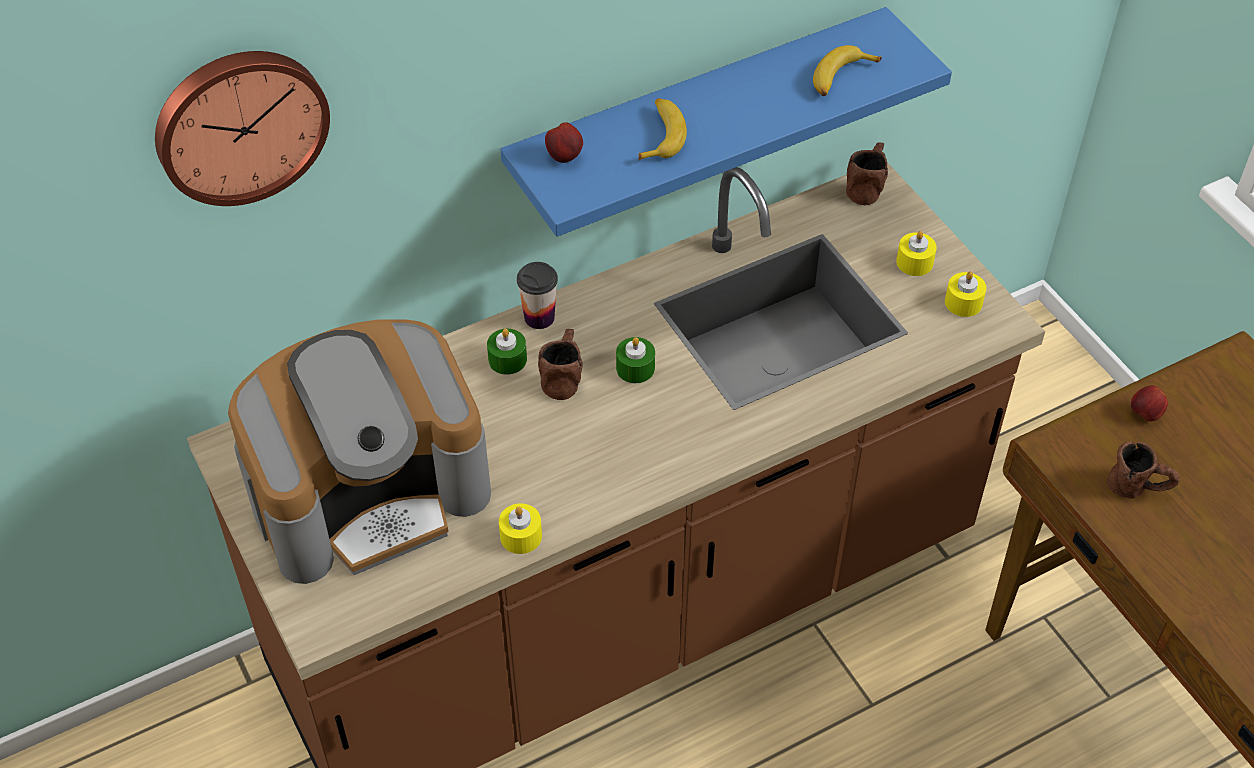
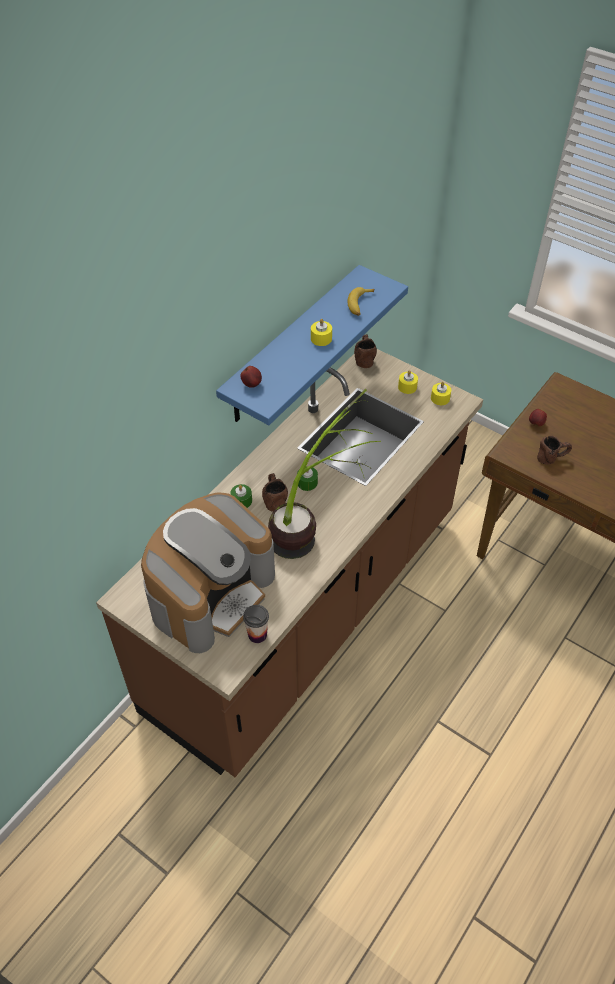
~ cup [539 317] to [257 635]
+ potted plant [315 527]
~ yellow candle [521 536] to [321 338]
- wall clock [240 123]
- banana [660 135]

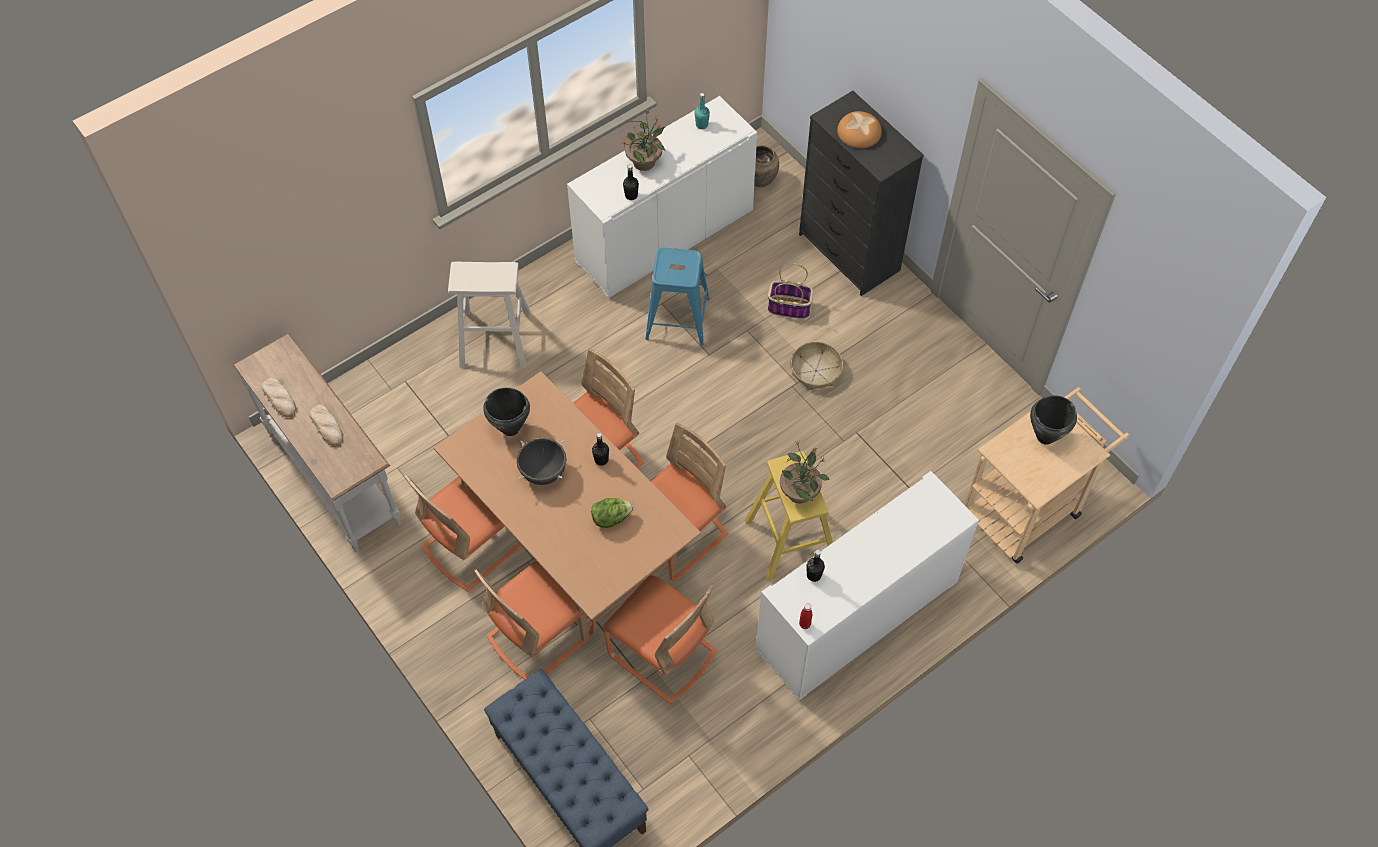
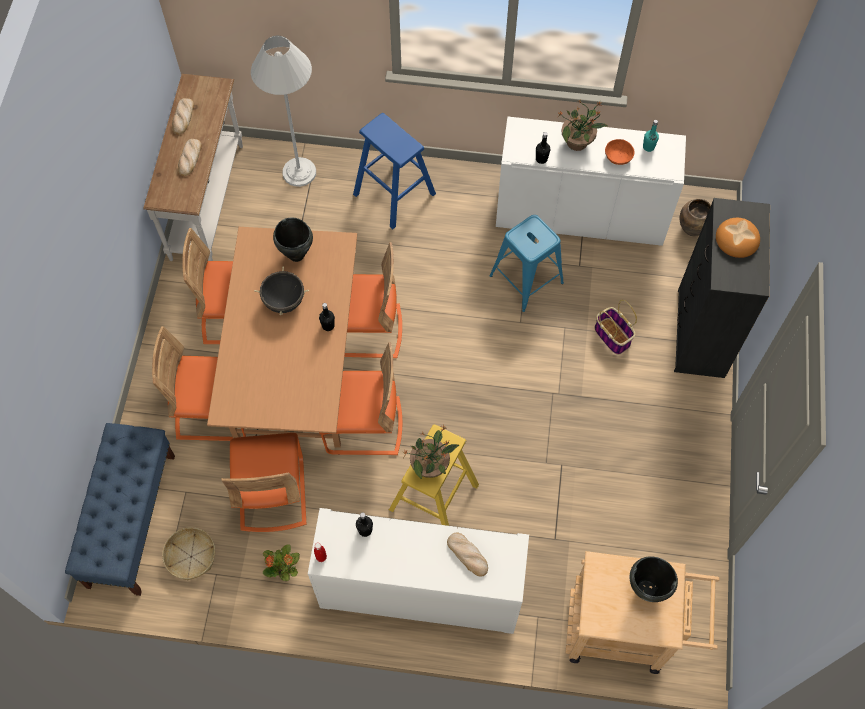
~ basket [815 370] to [191 556]
+ white floor lamp [299 172]
+ potted plant [284 570]
~ beige stool [495 339] to blue stool [394 194]
+ bread [468 555]
+ orange bowl [618 157]
- lettuce [611 518]

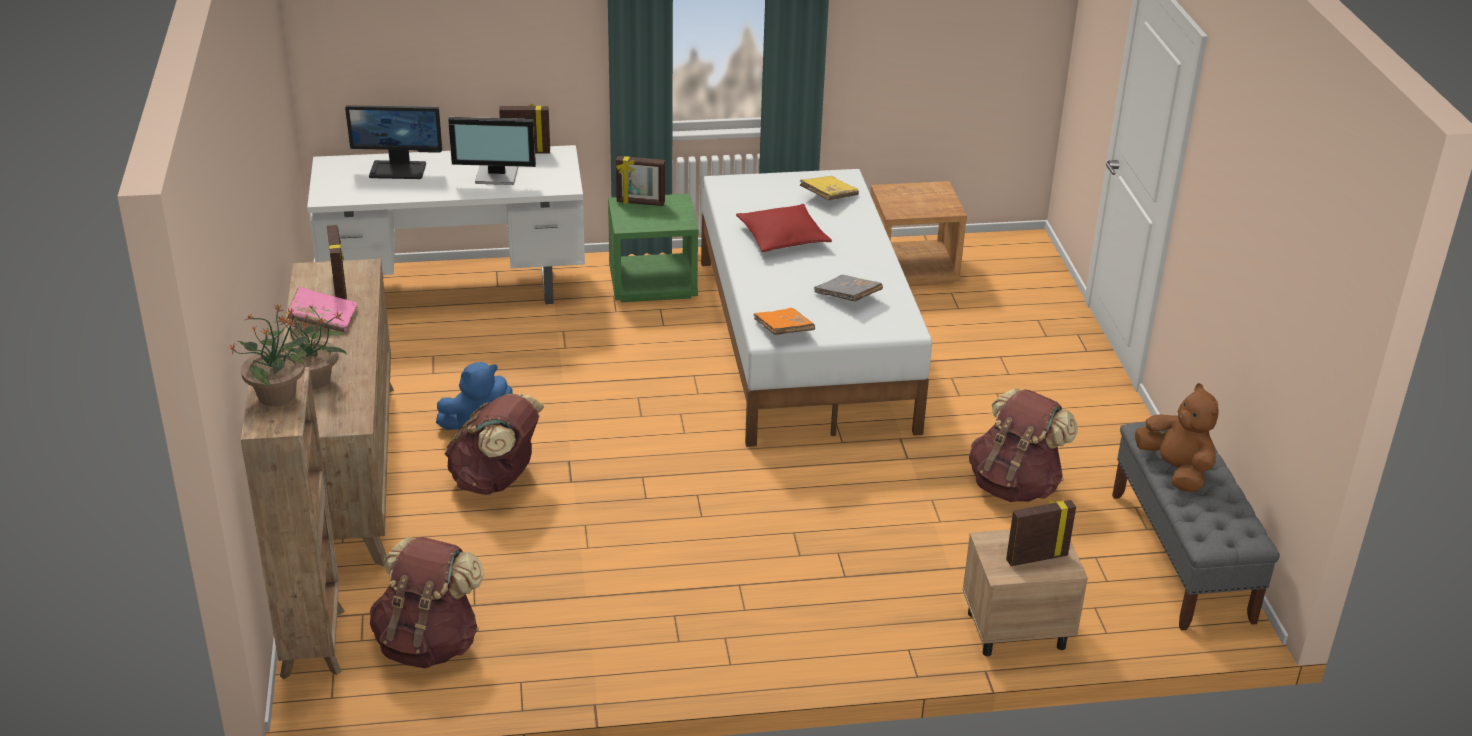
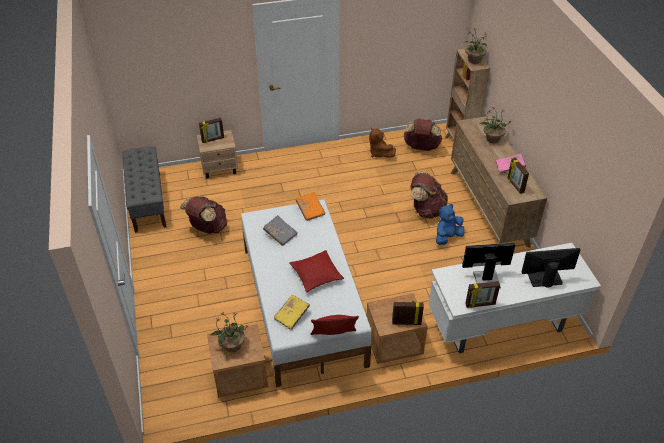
+ potted plant [232 345]
+ red pillow [334 337]
~ green nightstand [653 284] to brown nightstand [393 344]
~ brown plush toy [1175 470] to [379 153]

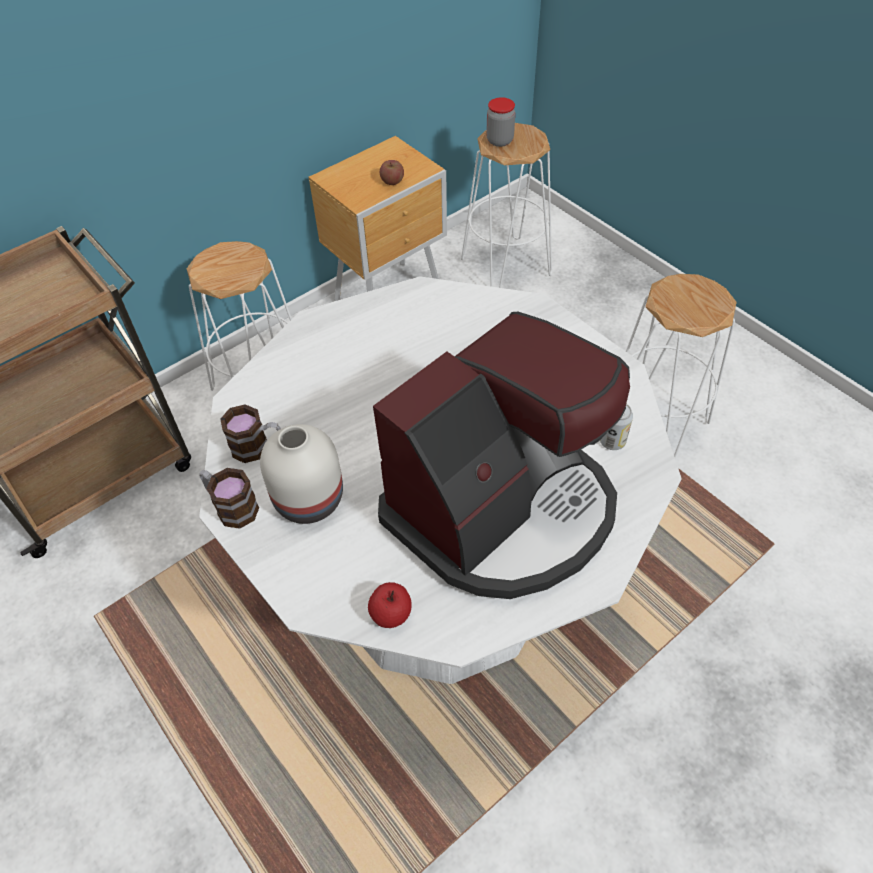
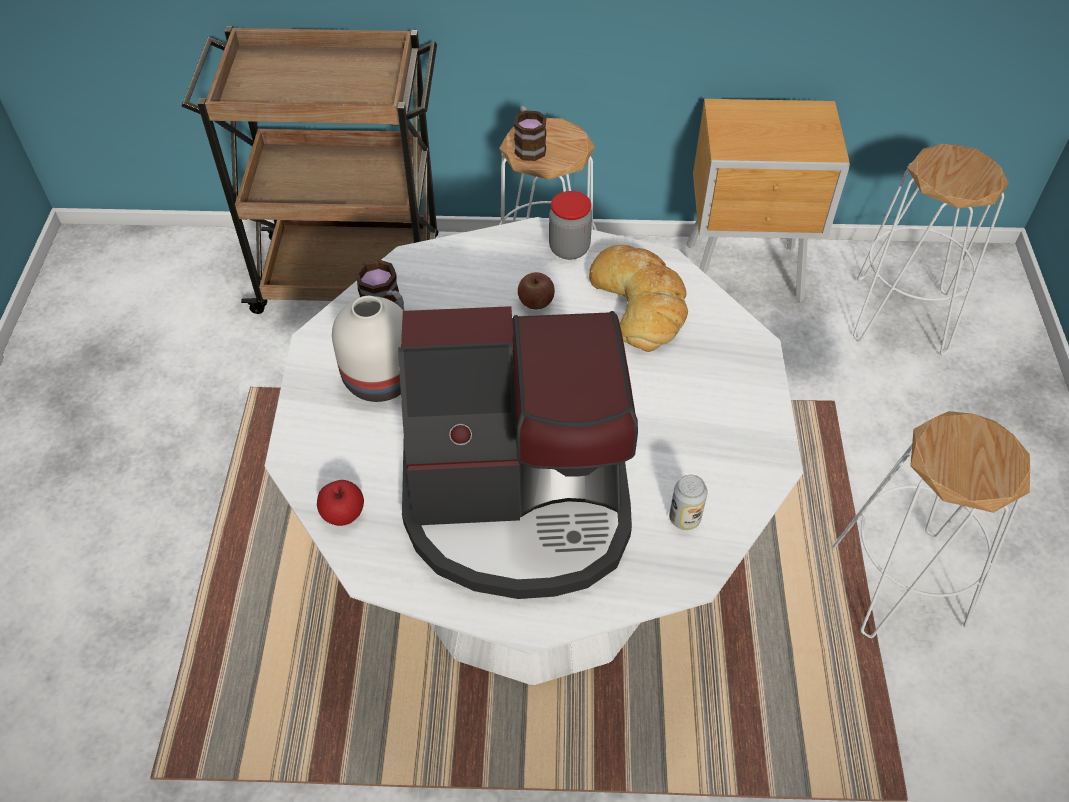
~ mug [231 506] to [528 146]
~ apple [392 181] to [536 302]
~ jar [499 141] to [569 249]
+ bread [640 302]

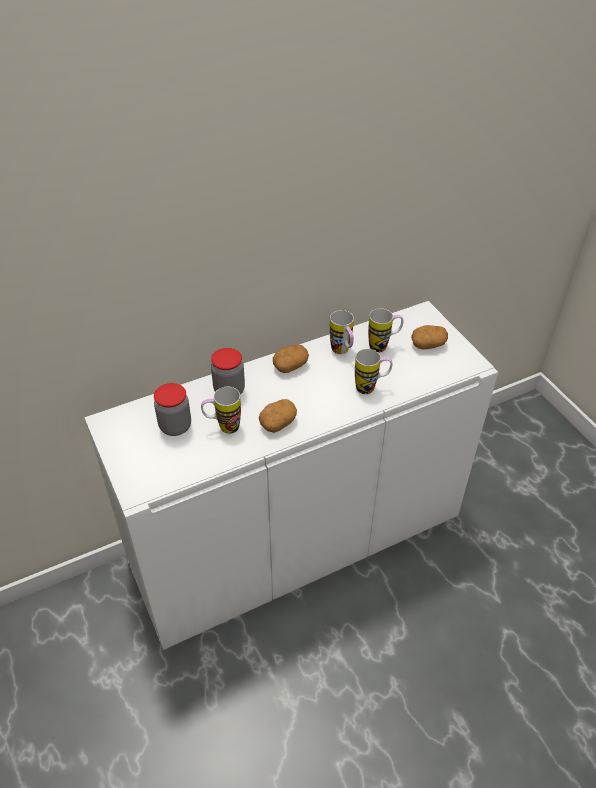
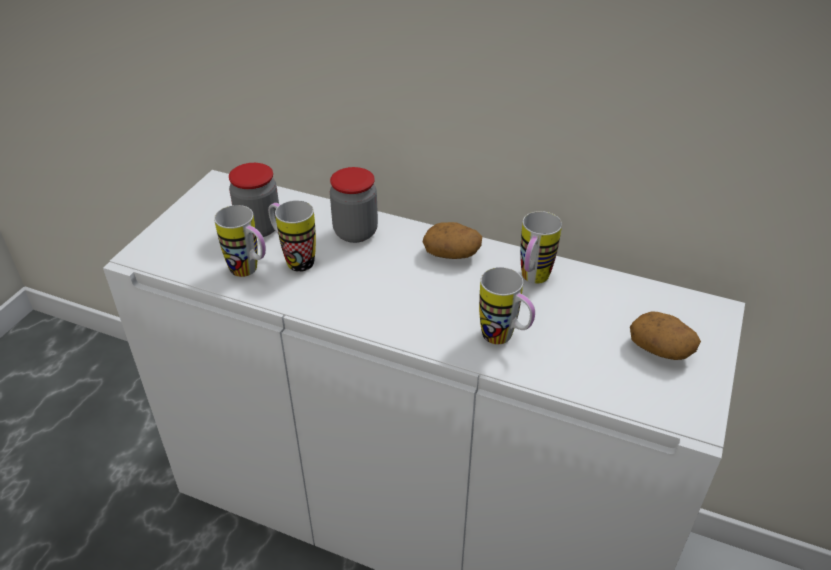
~ mug [383 346] to [250 272]
- potato [278 422]

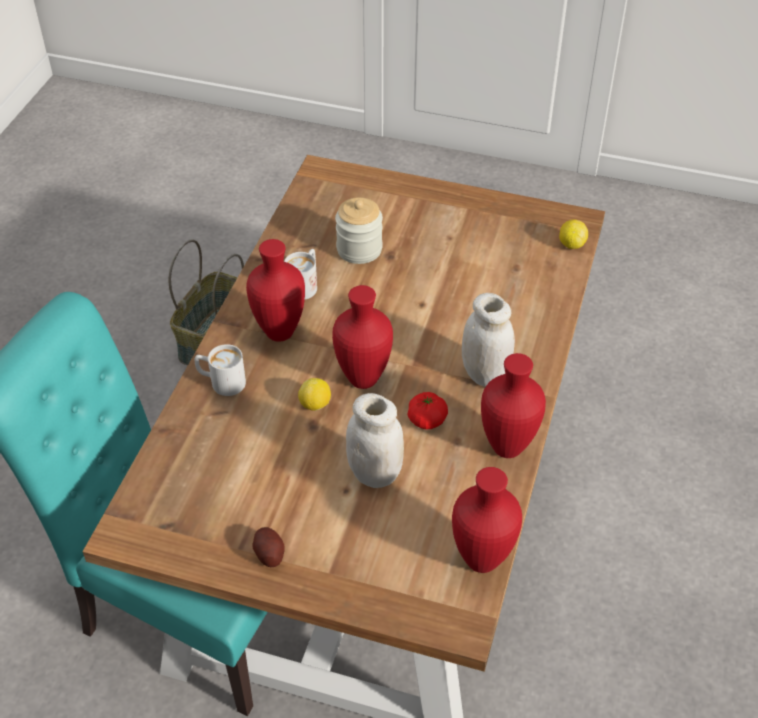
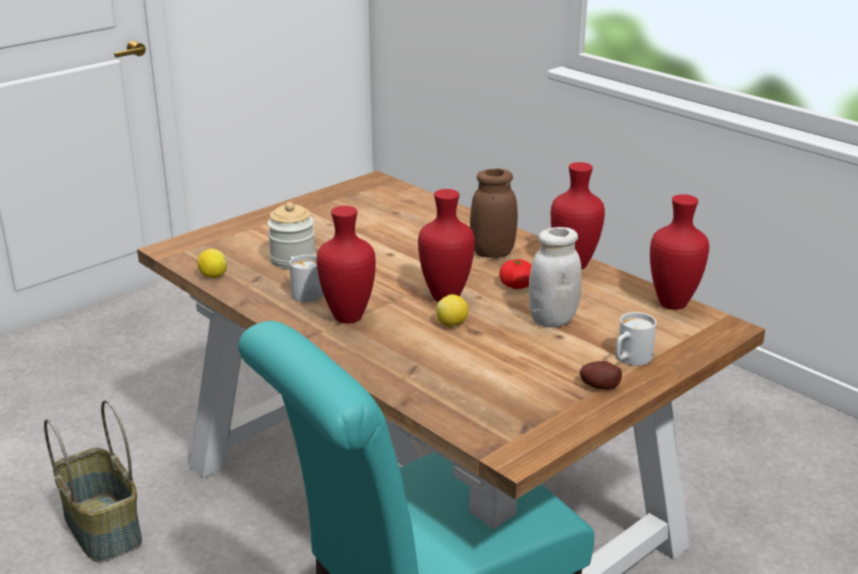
~ lemon [571 244] to [213 276]
~ white jar [484 374] to brown jar [492 253]
~ white mug [221 382] to [629 360]

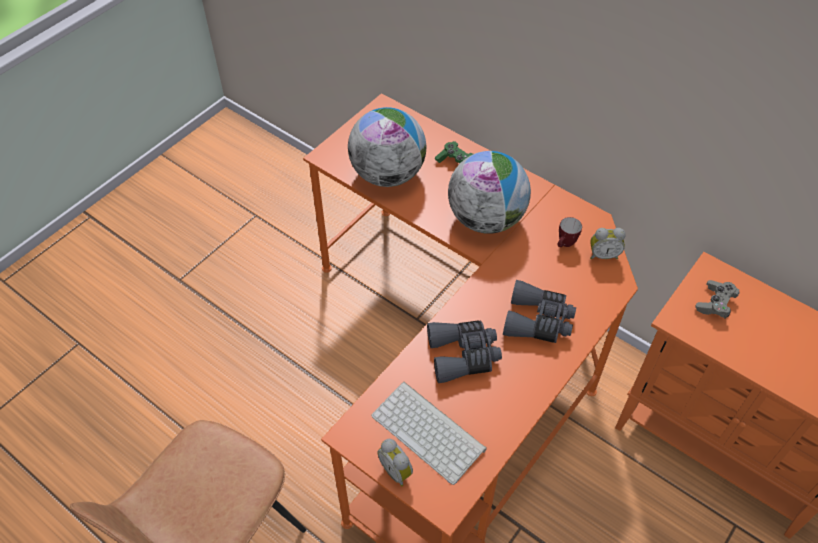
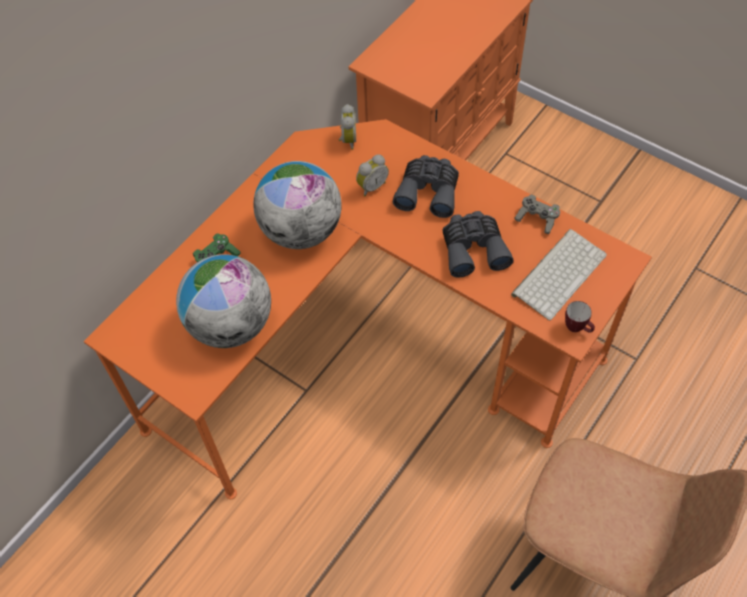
~ alarm clock [397 470] to [371 186]
~ grey game controller [715 303] to [537 219]
~ mug [565 245] to [577 328]

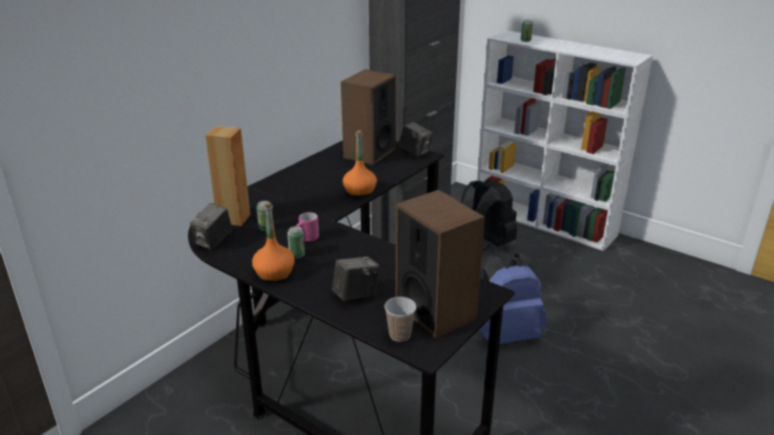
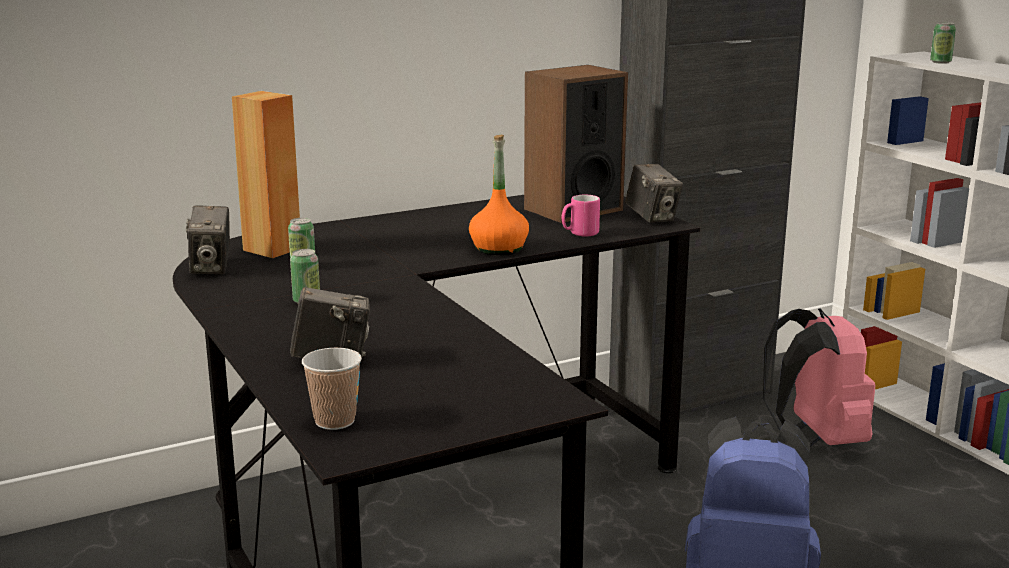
~ photo camera [213 242] = [211 268] 60 degrees counterclockwise
~ pink mug [306 239] to [579 234]
~ black backpack [486 243] to pink backpack [815 440]
- orange bottle [274 273]
- speaker [435 311]

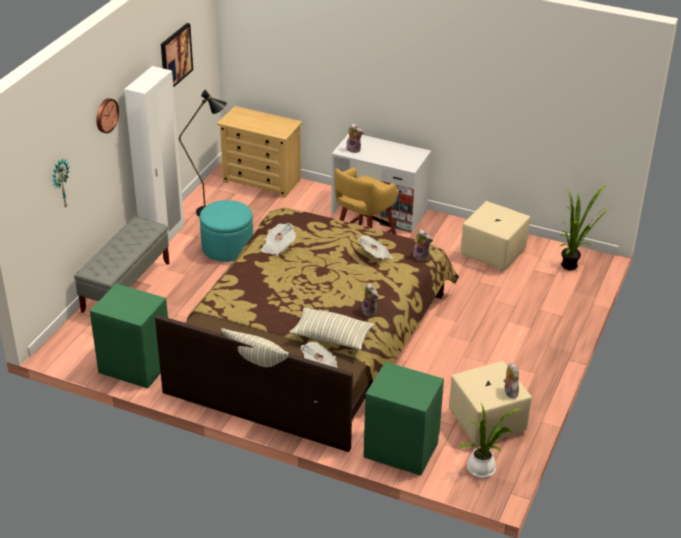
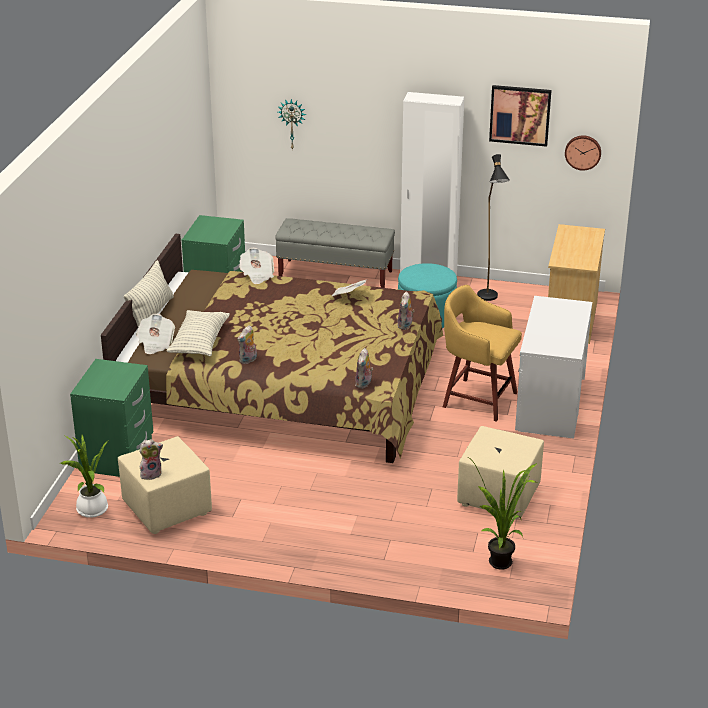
~ newspaper [375 255] to [257 275]
~ plush toy [354 149] to [405 326]
~ wall clock [105 115] to [583 152]

